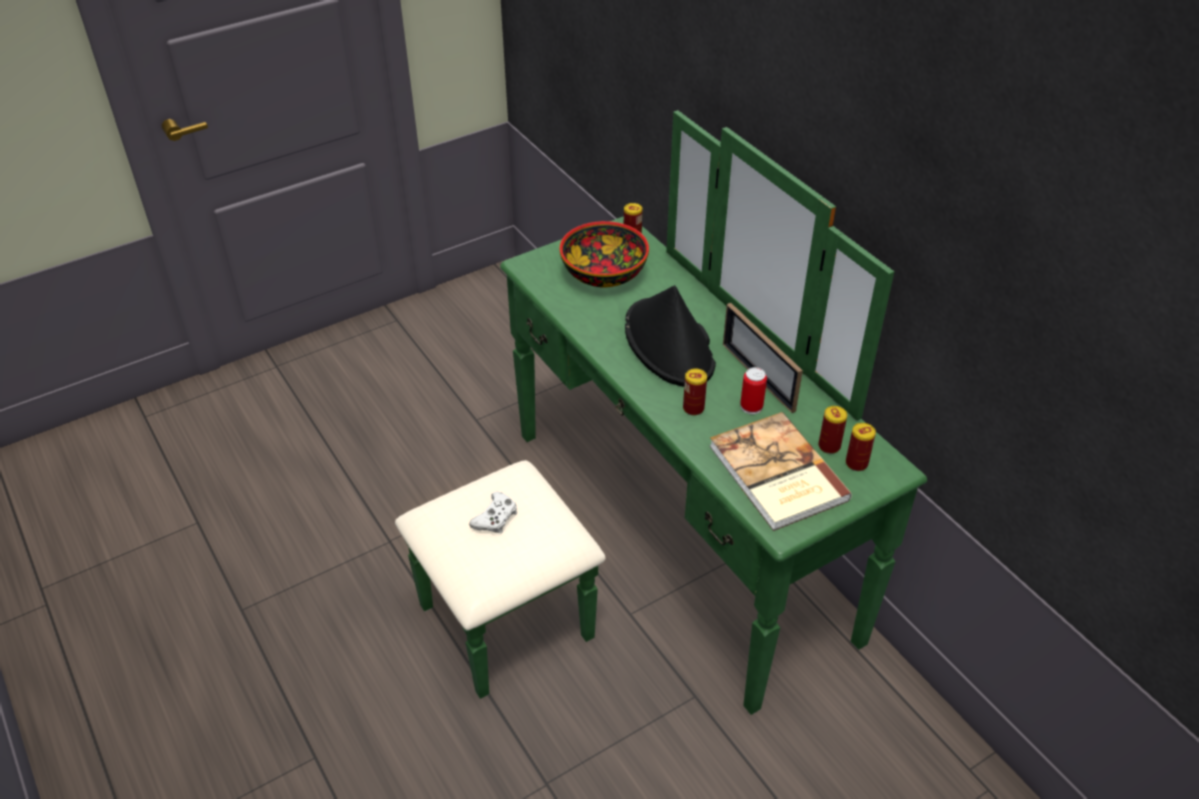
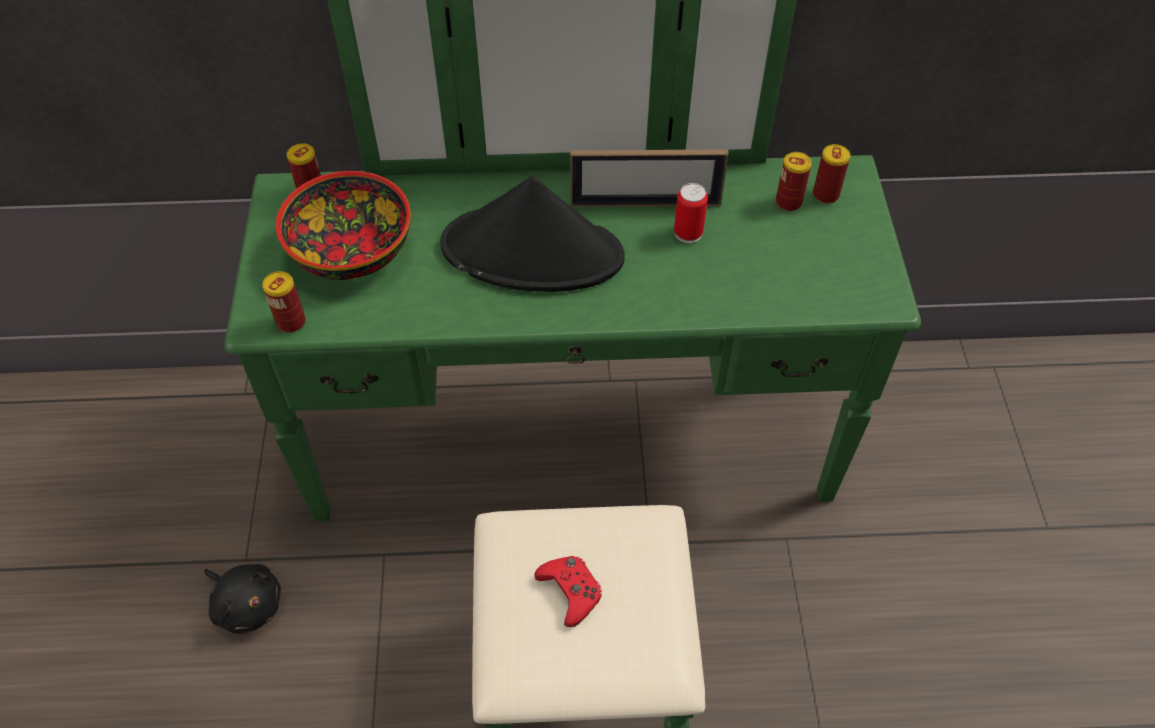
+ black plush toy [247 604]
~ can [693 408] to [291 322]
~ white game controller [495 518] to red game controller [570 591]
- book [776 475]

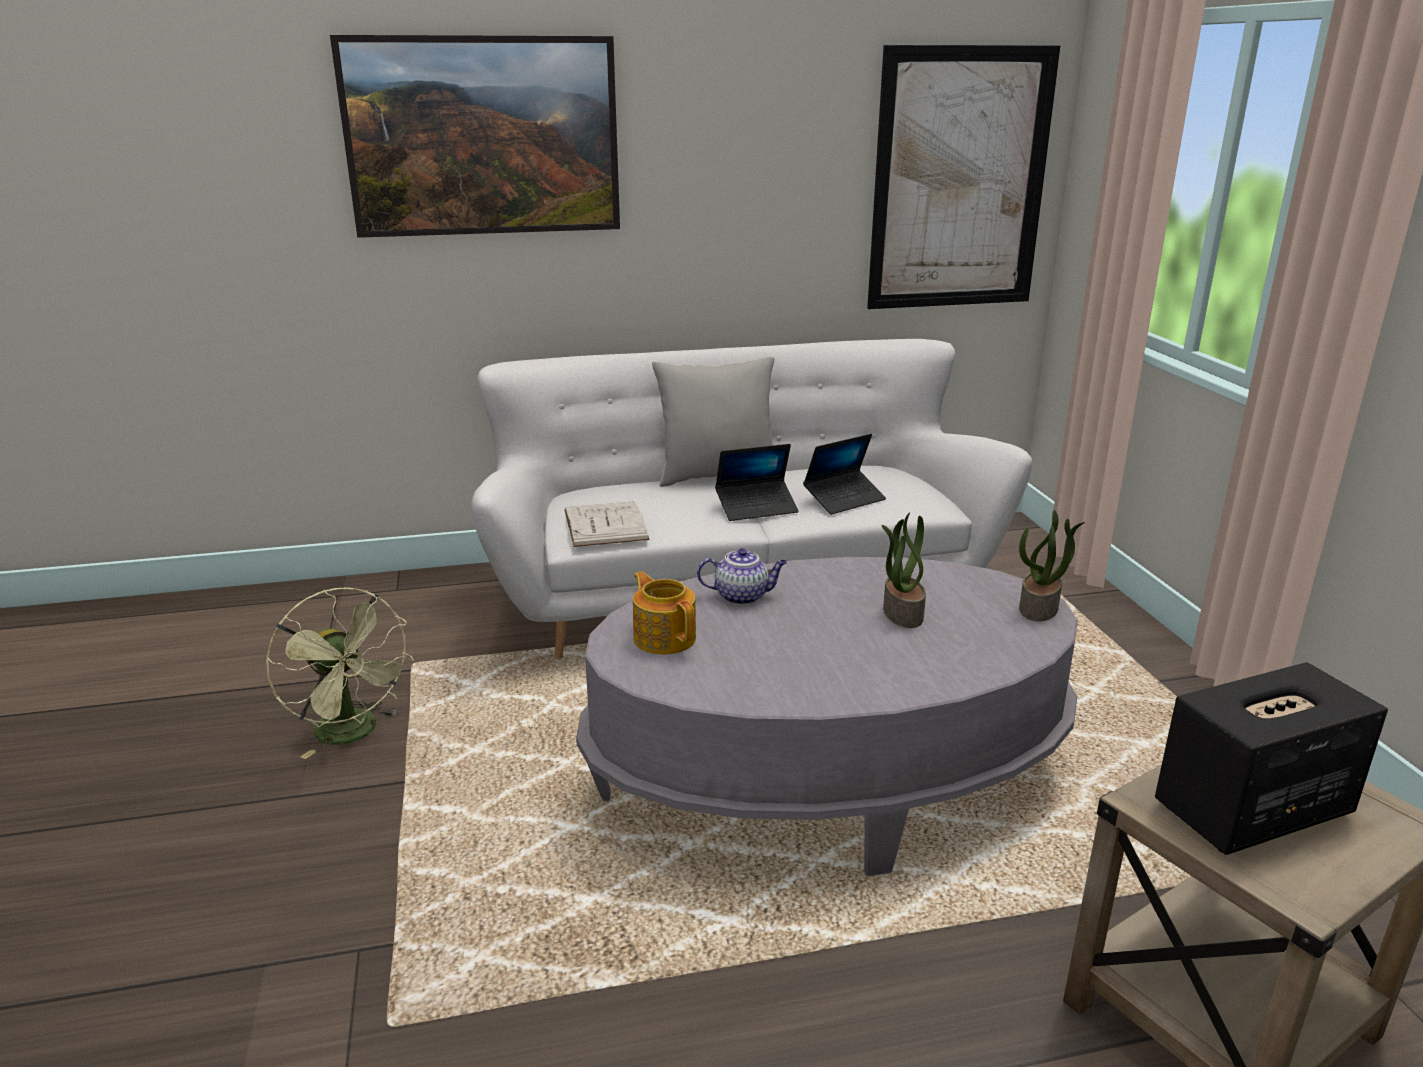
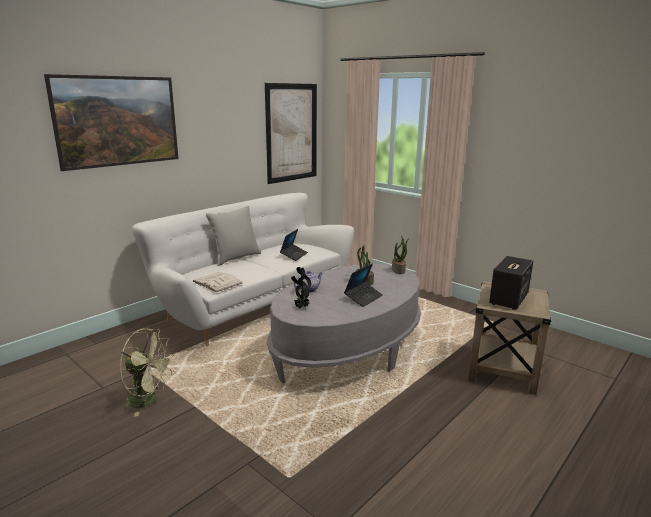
~ teapot [664 637] to potted plant [301 308]
~ laptop [756 508] to [363 298]

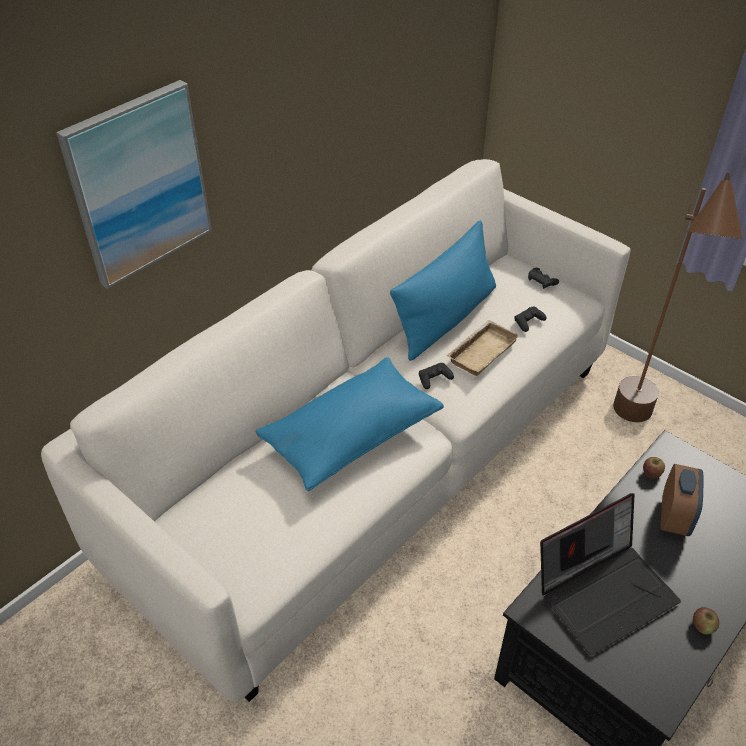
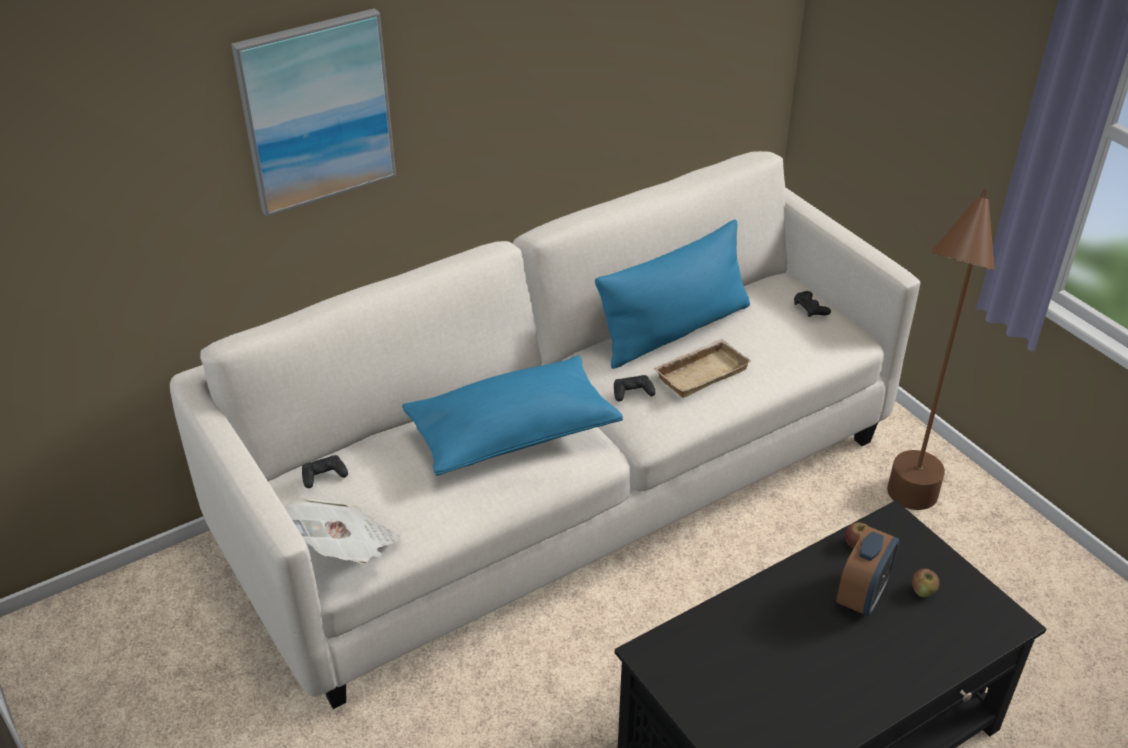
+ newspaper [345 549]
~ black game controller [528 322] to [324 475]
~ apple [702 626] to [923 591]
- laptop [604 590]

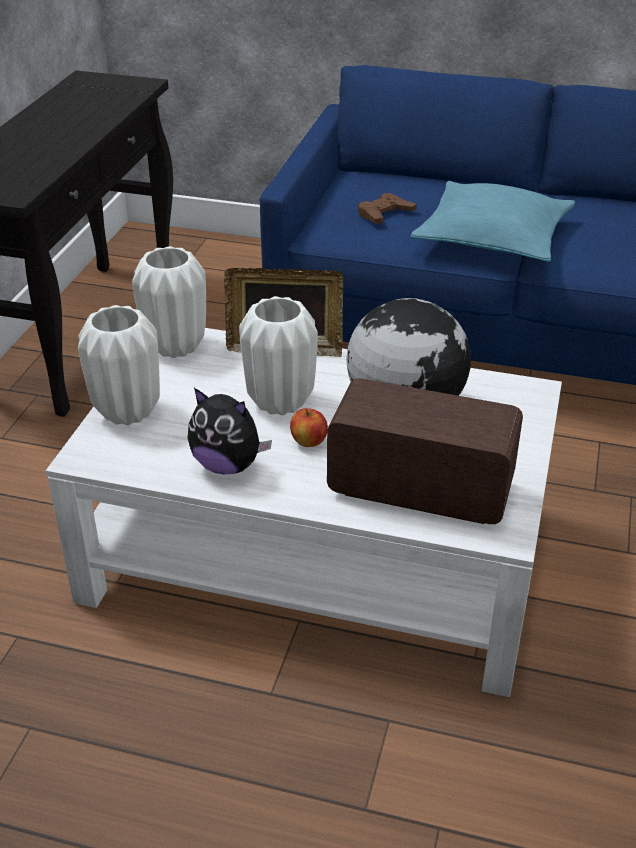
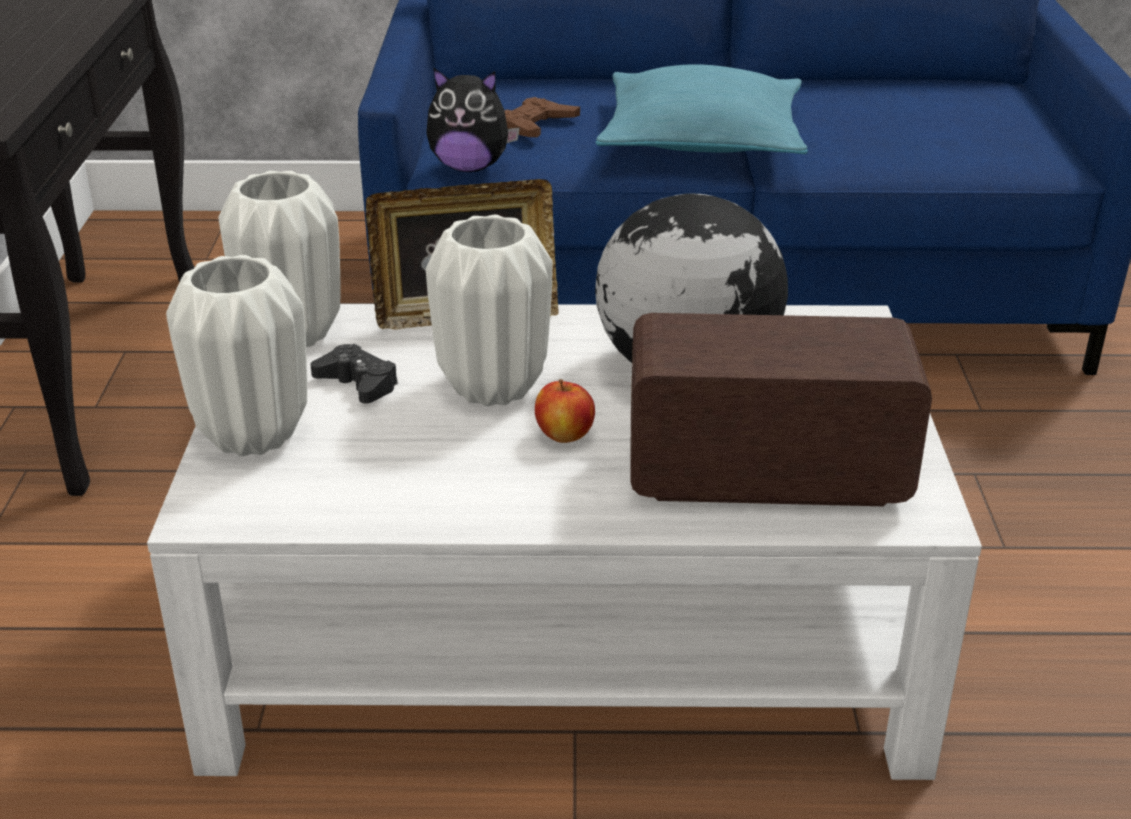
+ black game controller [358 383]
~ plush toy [228 465] to [470 167]

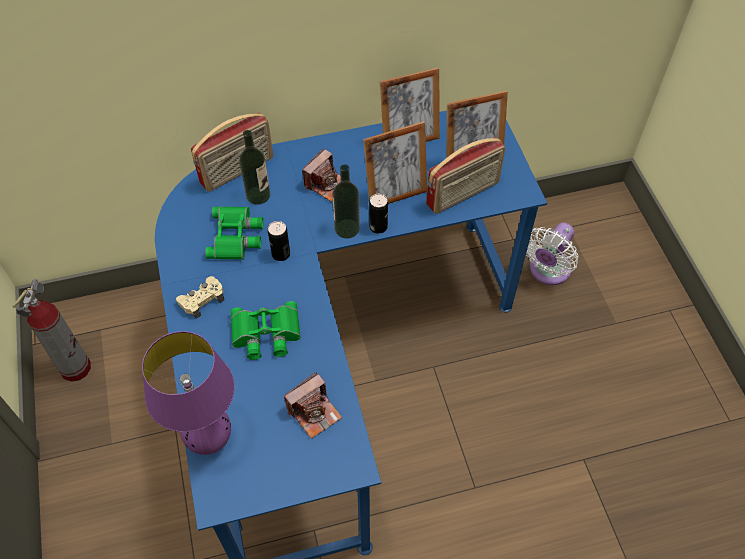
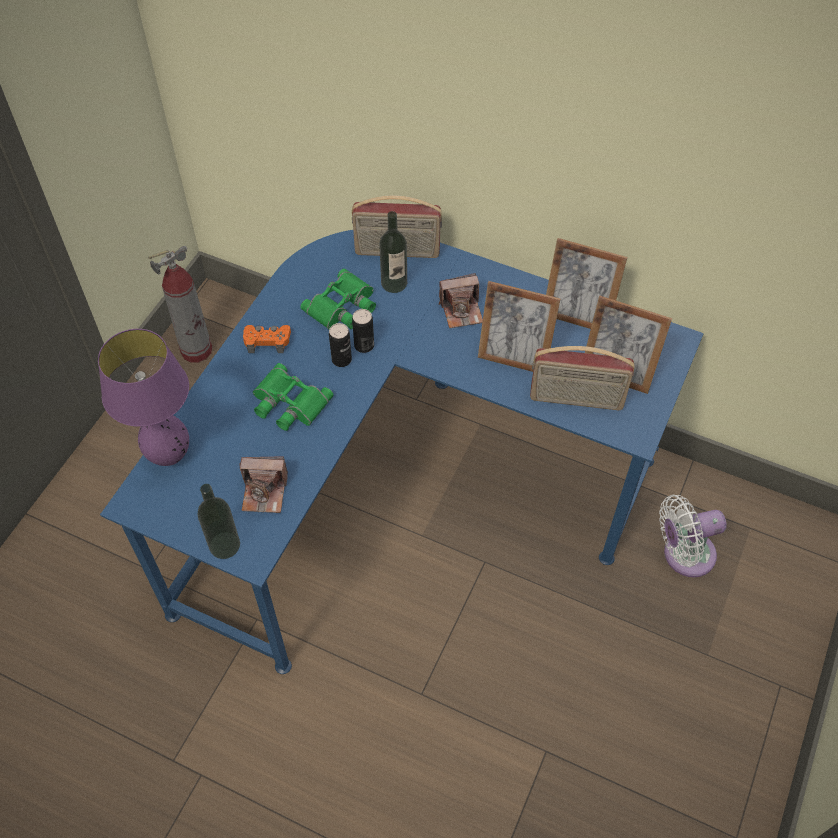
~ bottle [347 228] to [224 545]
~ beige game controller [202 300] to orange game controller [267 341]
~ can [378 227] to [341 359]

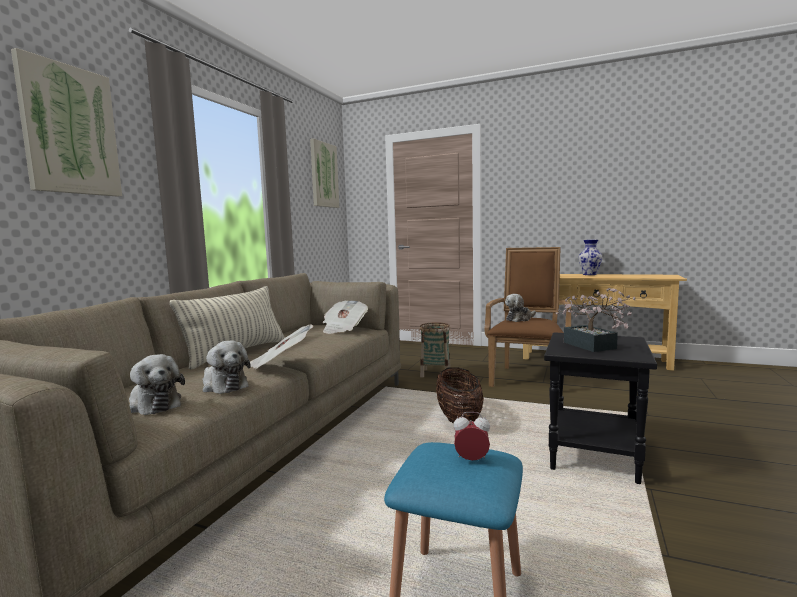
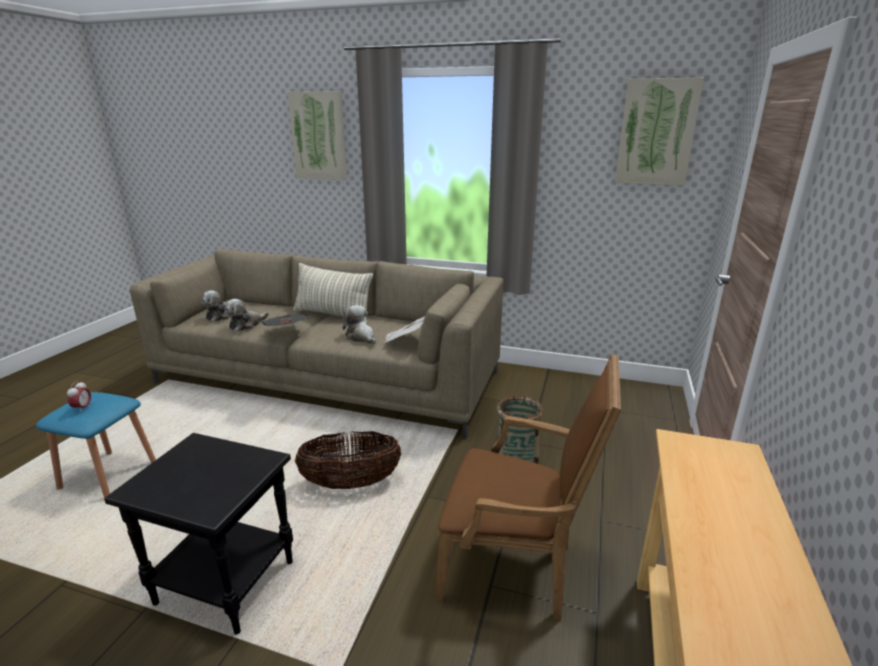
~ plush toy [519 319] to [361 337]
- potted plant [593 347]
- vase [590 274]

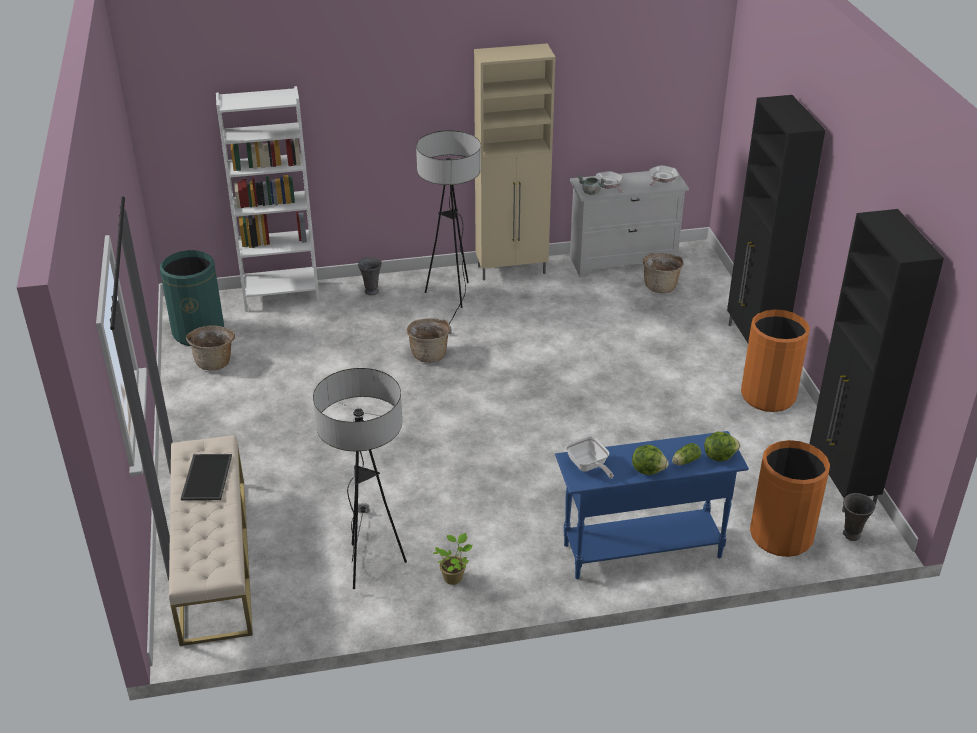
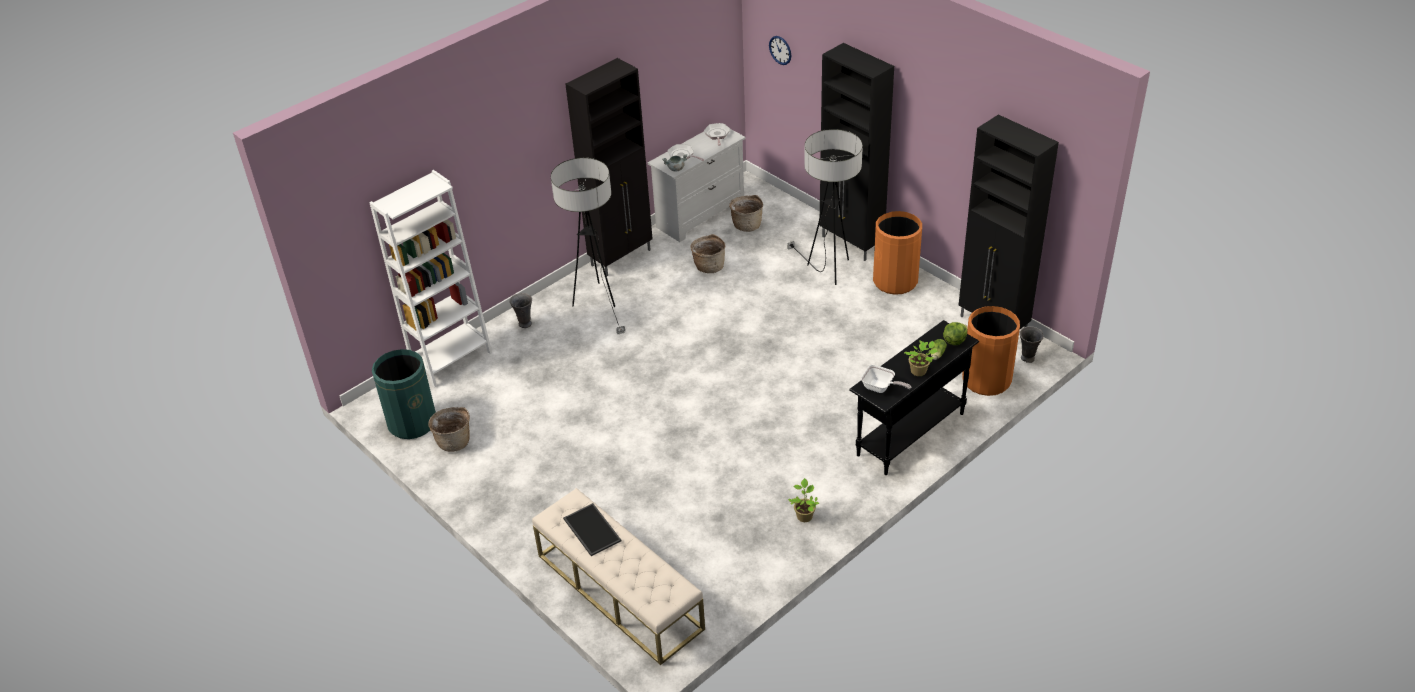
~ beige cabinet [512 270] to black cabinet [622 257]
~ basket [429 354] to [709 266]
+ wall clock [780 50]
~ floor lamp [370 565] to [828 271]
~ blue console table [641 551] to black console table [910 434]
~ lettuce [648 470] to potted plant [919 371]

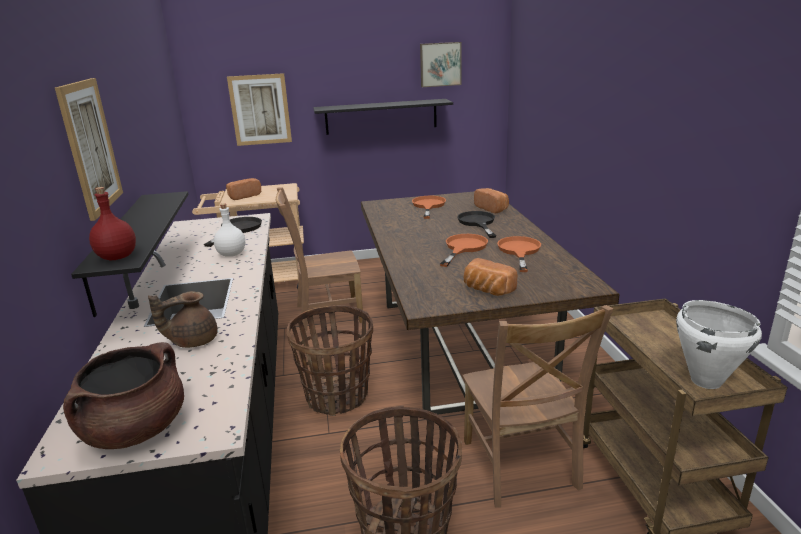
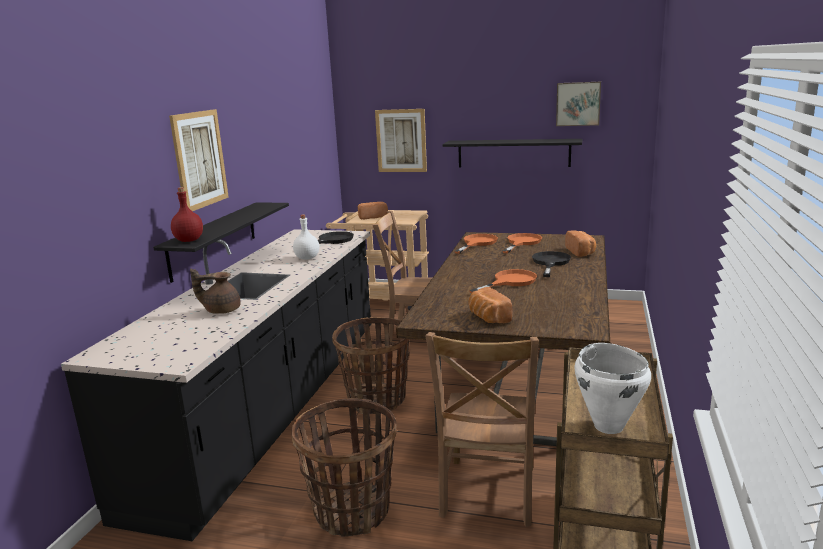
~ orange frying pan [519 251] to [477 243]
- brown cooking pot [135 430]

